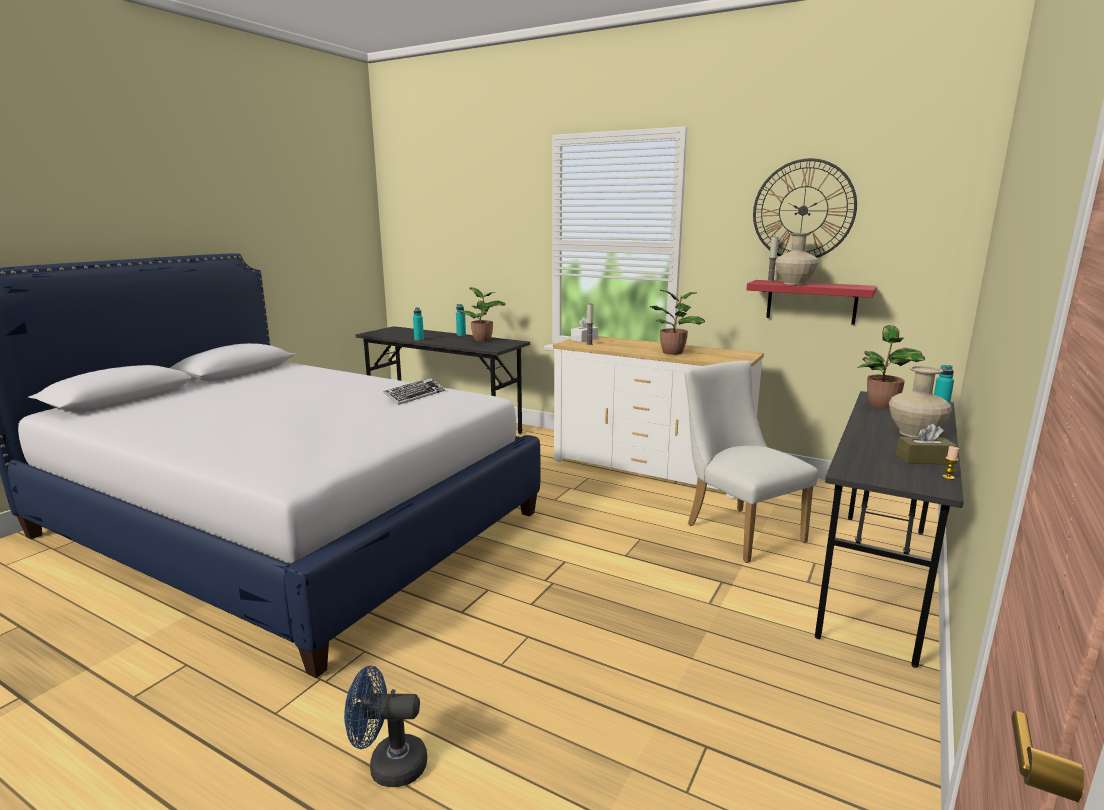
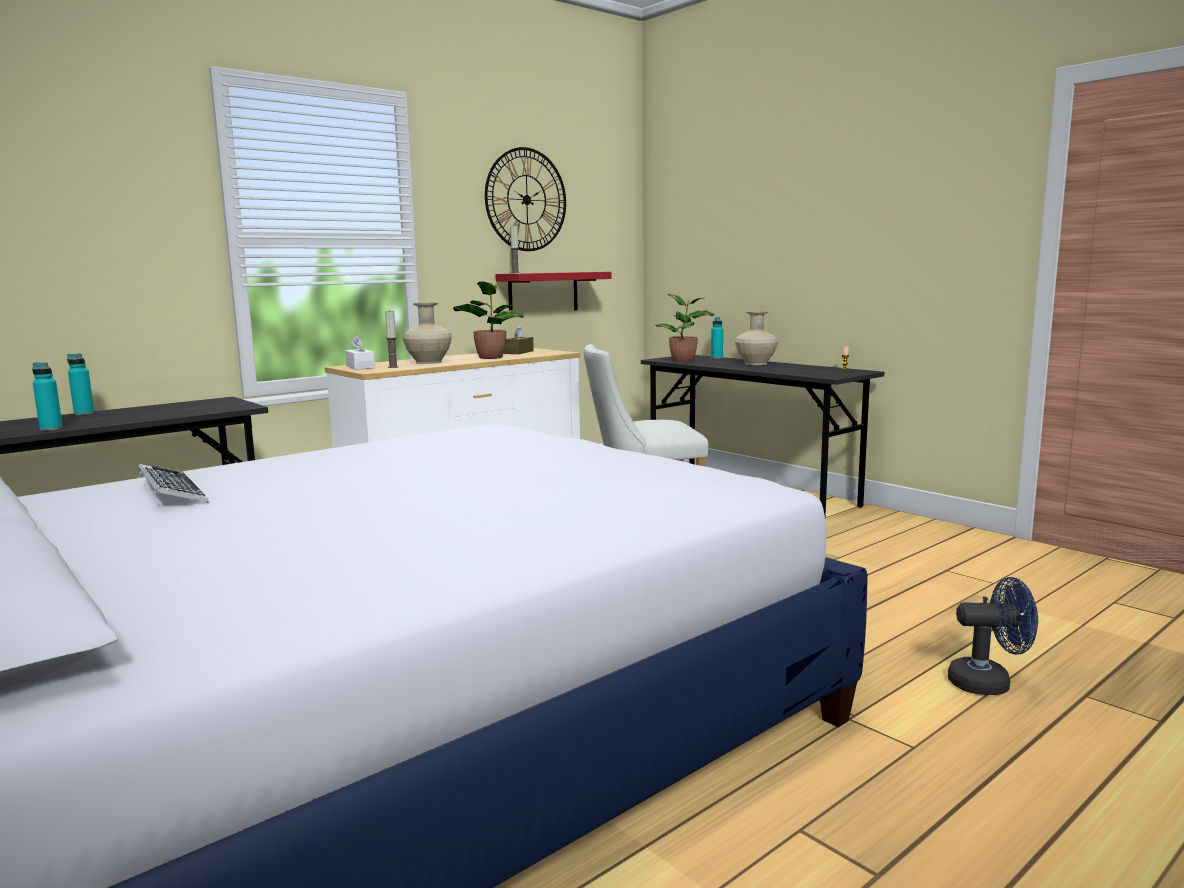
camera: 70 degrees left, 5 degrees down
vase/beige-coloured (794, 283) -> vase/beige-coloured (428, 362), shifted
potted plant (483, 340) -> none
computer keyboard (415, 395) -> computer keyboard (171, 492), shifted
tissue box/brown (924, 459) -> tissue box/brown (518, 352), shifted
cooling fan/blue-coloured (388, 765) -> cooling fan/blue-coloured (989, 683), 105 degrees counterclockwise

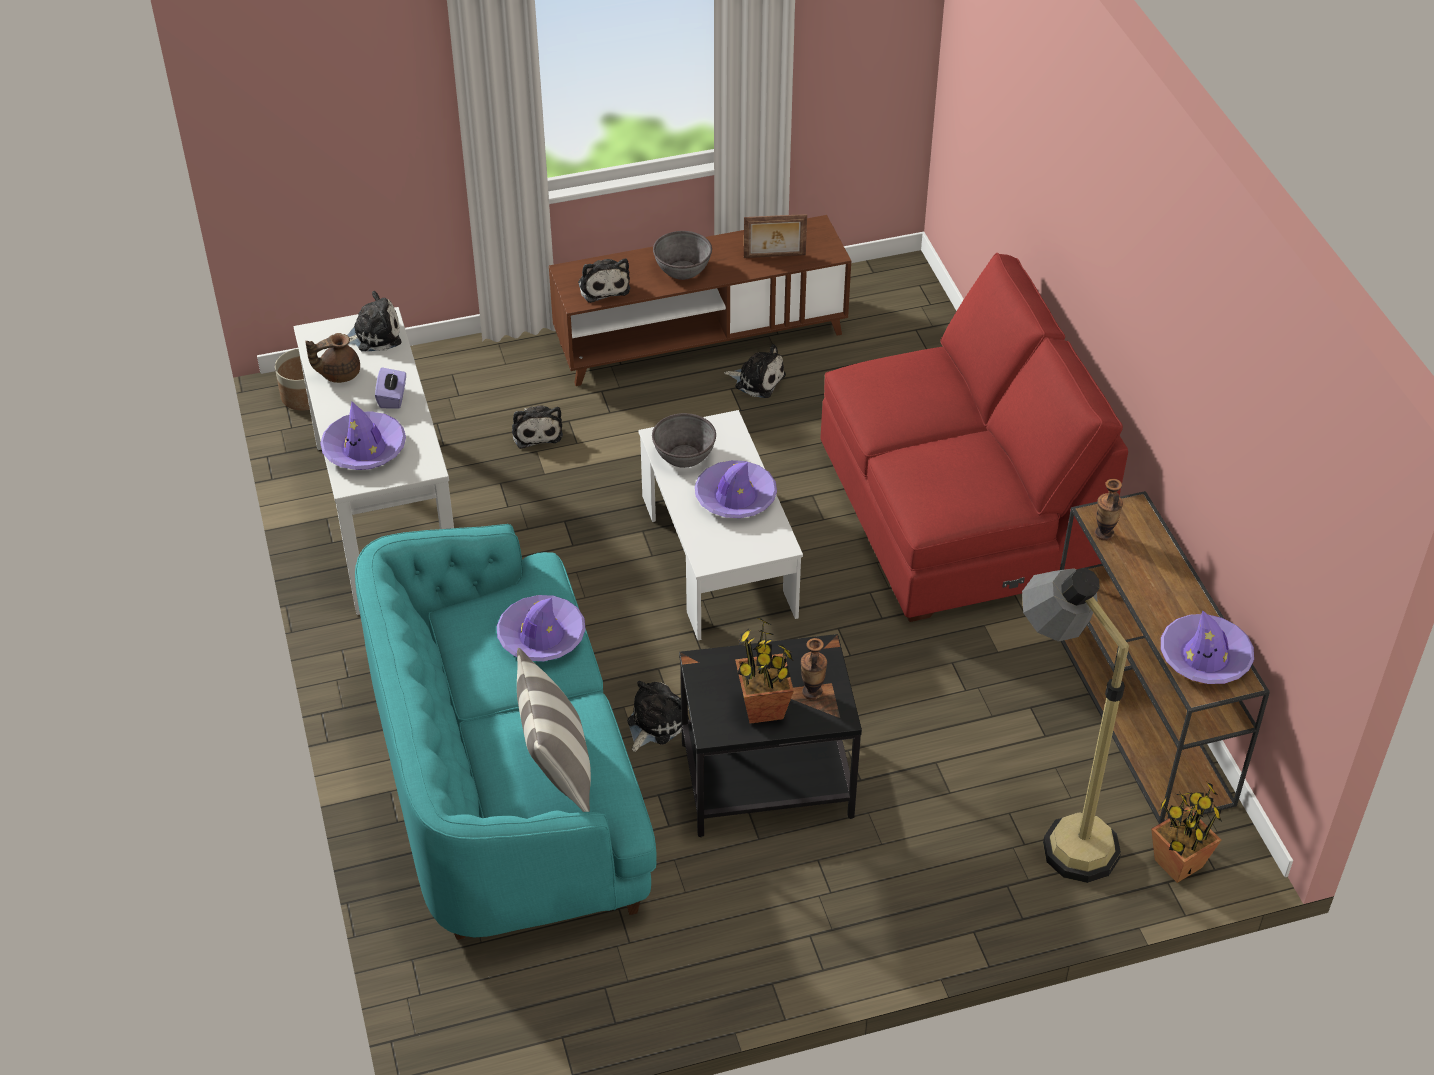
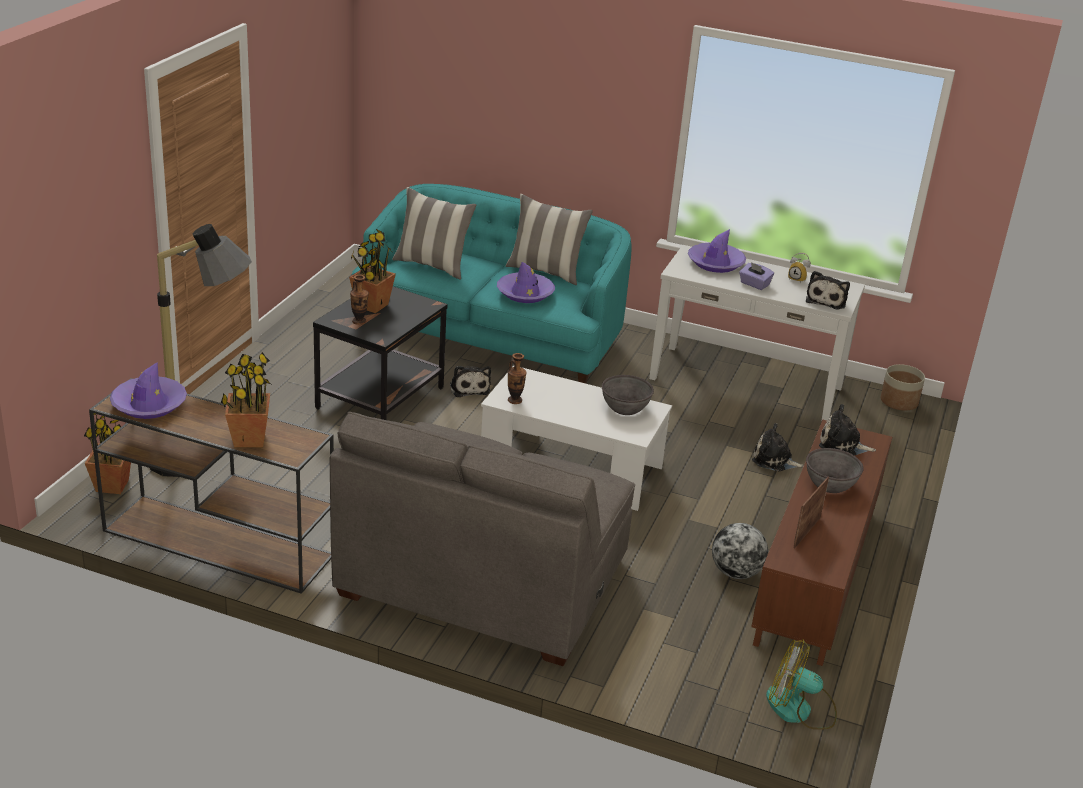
camera: 125 degrees right, 15 degrees down
couch/reddish (955, 514) -> couch/greyish (484, 578)
tea pot/brown (338, 373) -> bedside clock (798, 279)
soft toy (757, 380) -> world globe (736, 573)
clothing hat/purple-coloured (735, 497) -> none
vase (1104, 533) -> vase (515, 400), shifted
none -> throw pillow (545, 271)
none -> potted plant (249, 439)
none -> cooling fan (799, 709)

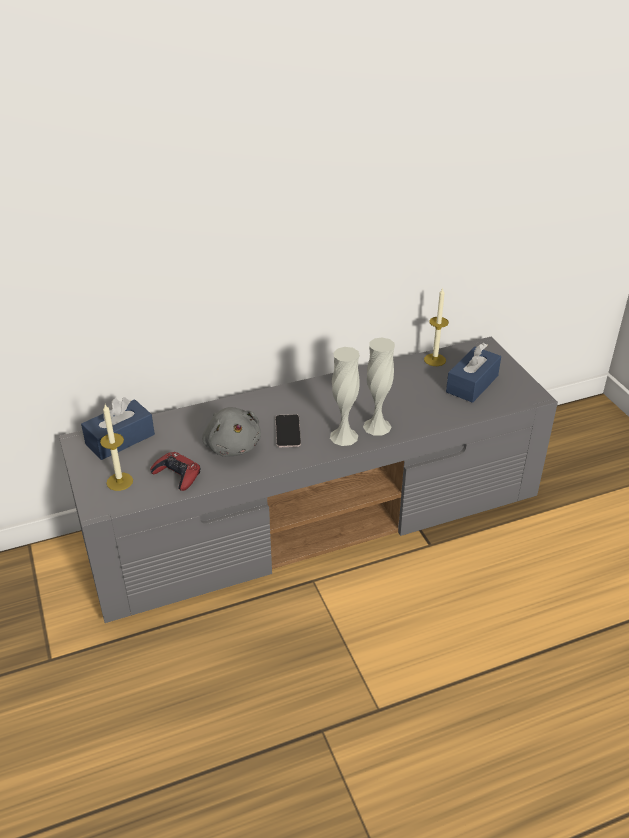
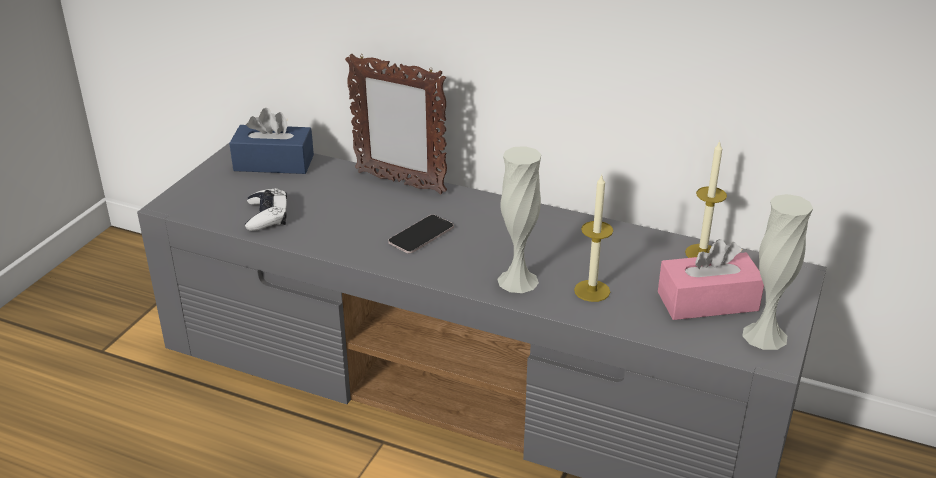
camera: 45 degrees right, 5 degrees down
tissue box/blue-coloured (472, 384) -> tissue box/pink (707, 301)
vase/whitish (344, 436) -> vase/whitish (764, 336), shifted
wax light (119, 481) -> wax light (592, 291), shifted
soft toy/greyish (232, 445) -> none
joypad/reddish (177, 475) -> joypad/whitish (267, 215)
none -> photo frame (399, 182)

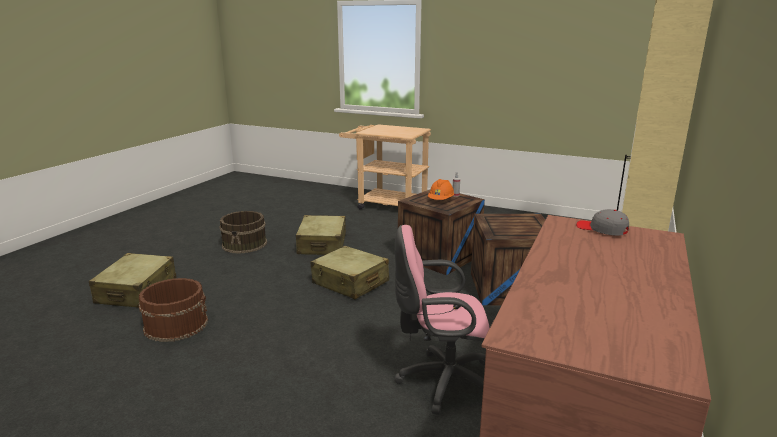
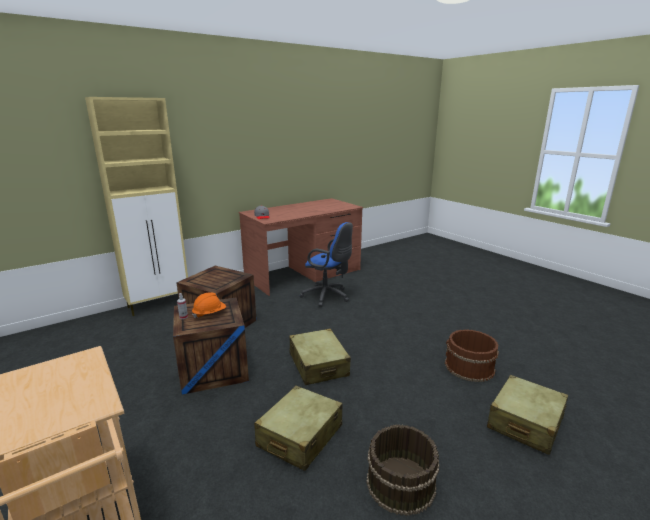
camera: 150 degrees left, 0 degrees up
office chair/pink (441, 381) -> office chair/blue-coloured (328, 296)

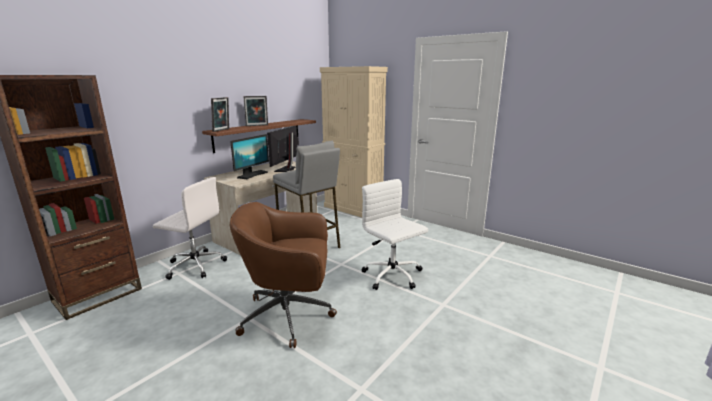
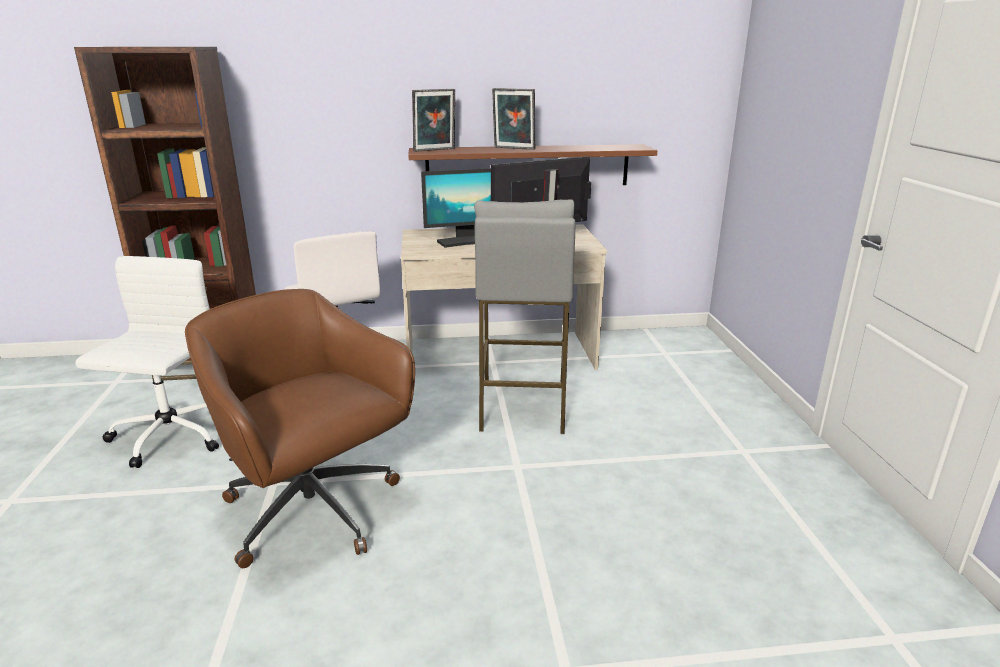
camera: 45 degrees right, 5 degrees up
cabinet/beige-coloured (353, 209) -> none
office chair/whitish (393, 276) -> office chair/whitish (169, 437), shifted

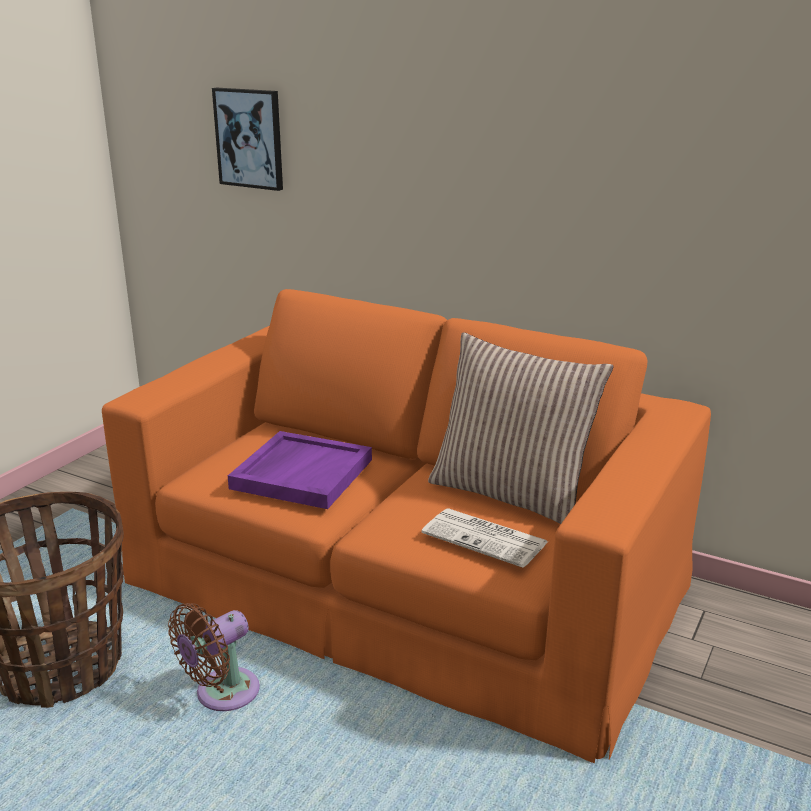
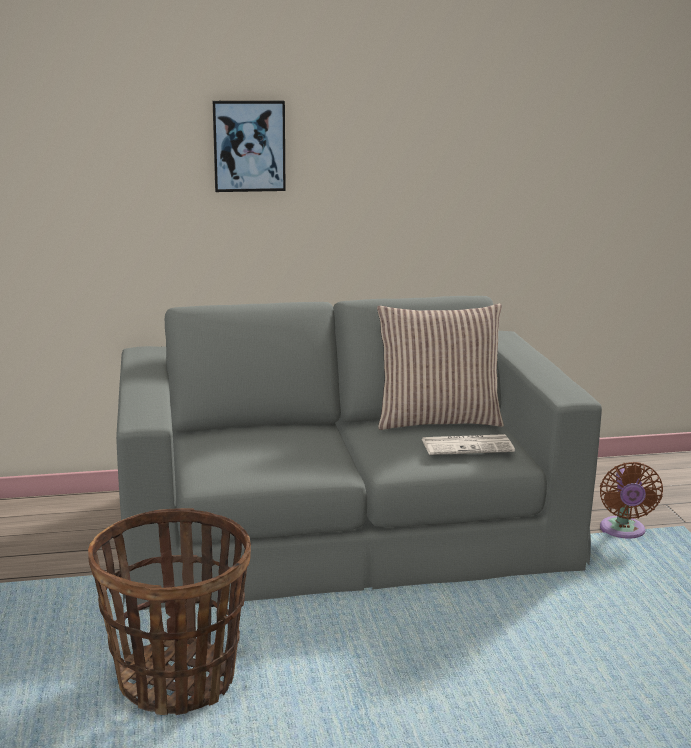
camera: 40 degrees left, 5 degrees down
picture (250, 138) -> picture (249, 146), shifted
couch/orangey (407, 581) -> couch/greyish (344, 528)
carrying tray/purple-coloured (302, 473) -> none
cooling fan/brown (221, 694) -> cooling fan/brown (623, 531), shifted

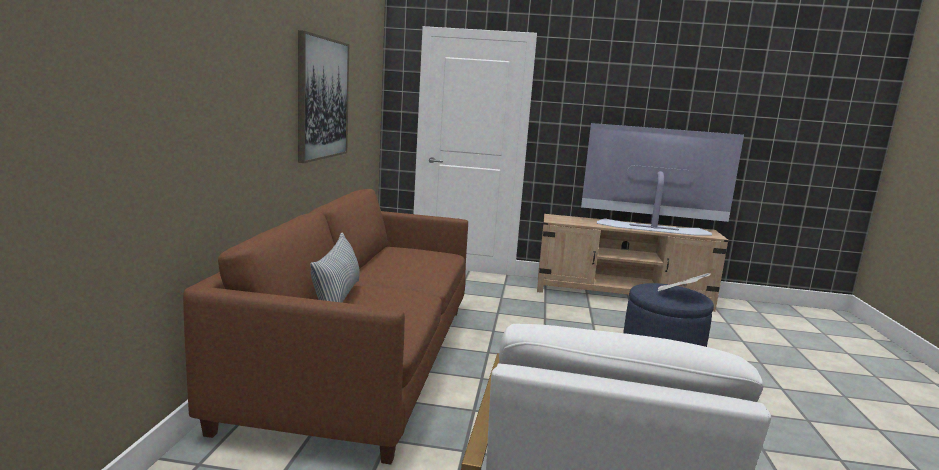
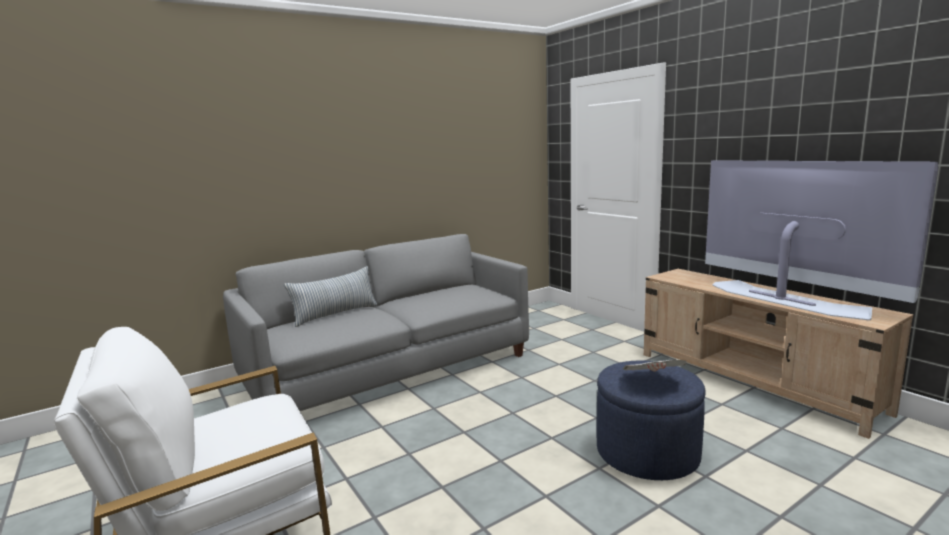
camera: 50 degrees right, 0 degrees up
picture (322, 98) -> none
couch/brown (361, 359) -> couch/greyish (390, 369)

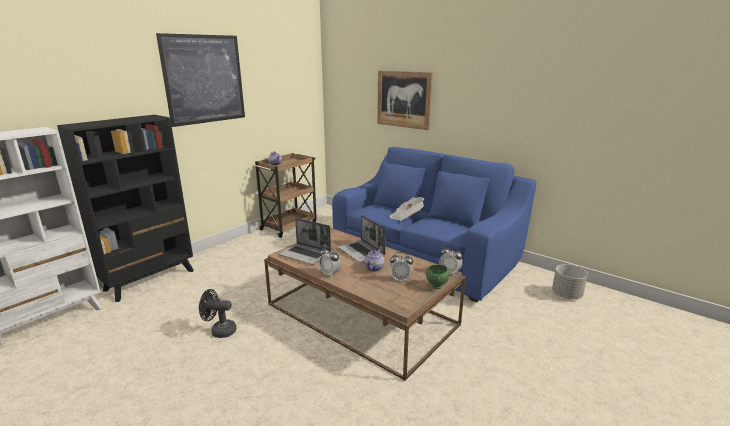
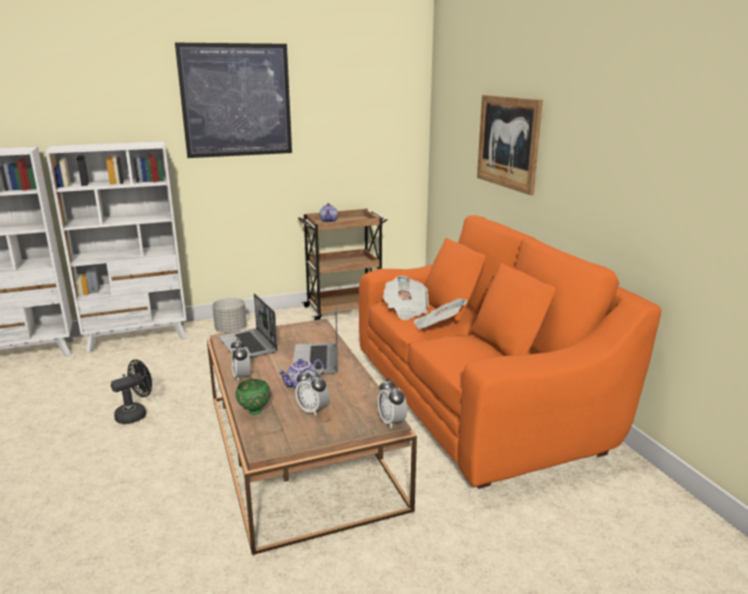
camera: 30 degrees right, 0 degrees up
shelving unit/black-coloured (151, 280) -> shelving unit/whitish (138, 338)
couch/blue-coloured (425, 258) -> couch/orangey (476, 399)
flower pot/greyish (566, 295) -> flower pot/greyish (231, 330), shifted
deep dish/greenish (436, 287) -> deep dish/greenish (254, 411), shifted
cooling fan/black-coloured (219, 331) -> cooling fan/black-coloured (136, 414), 105 degrees clockwise
none -> newspaper (406, 310)

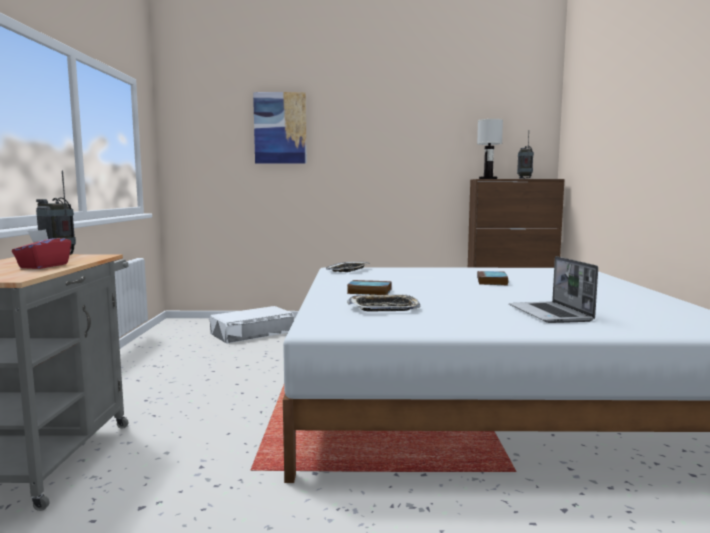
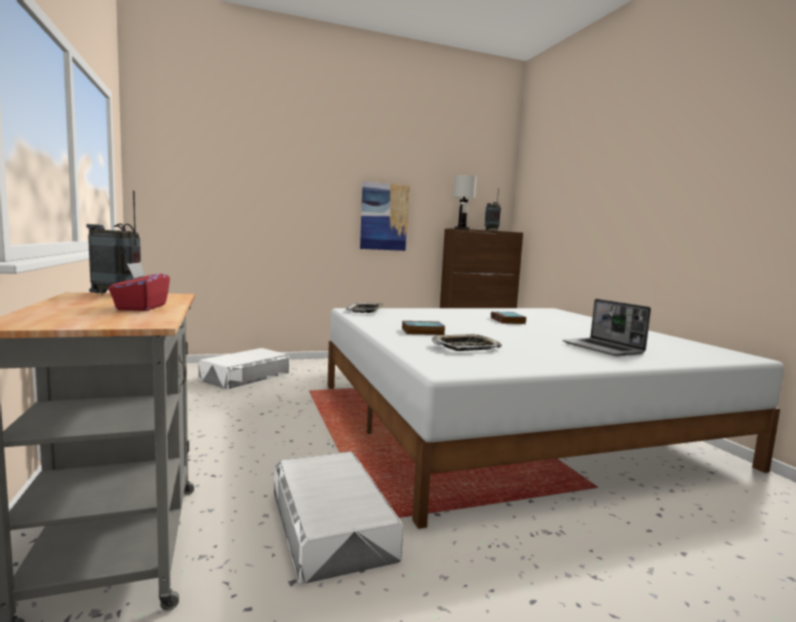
camera: 20 degrees left, 0 degrees up
picture (280, 128) -> picture (384, 217), shifted
none -> storage box/whitish (331, 525)

